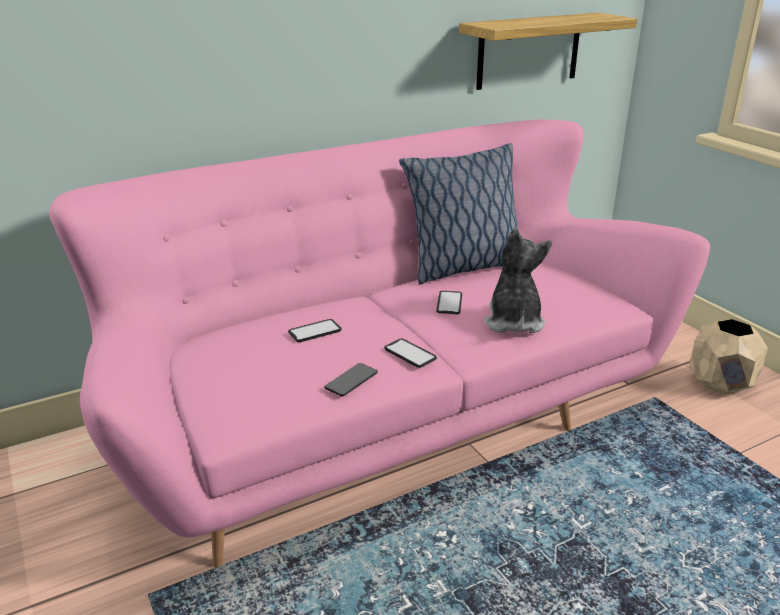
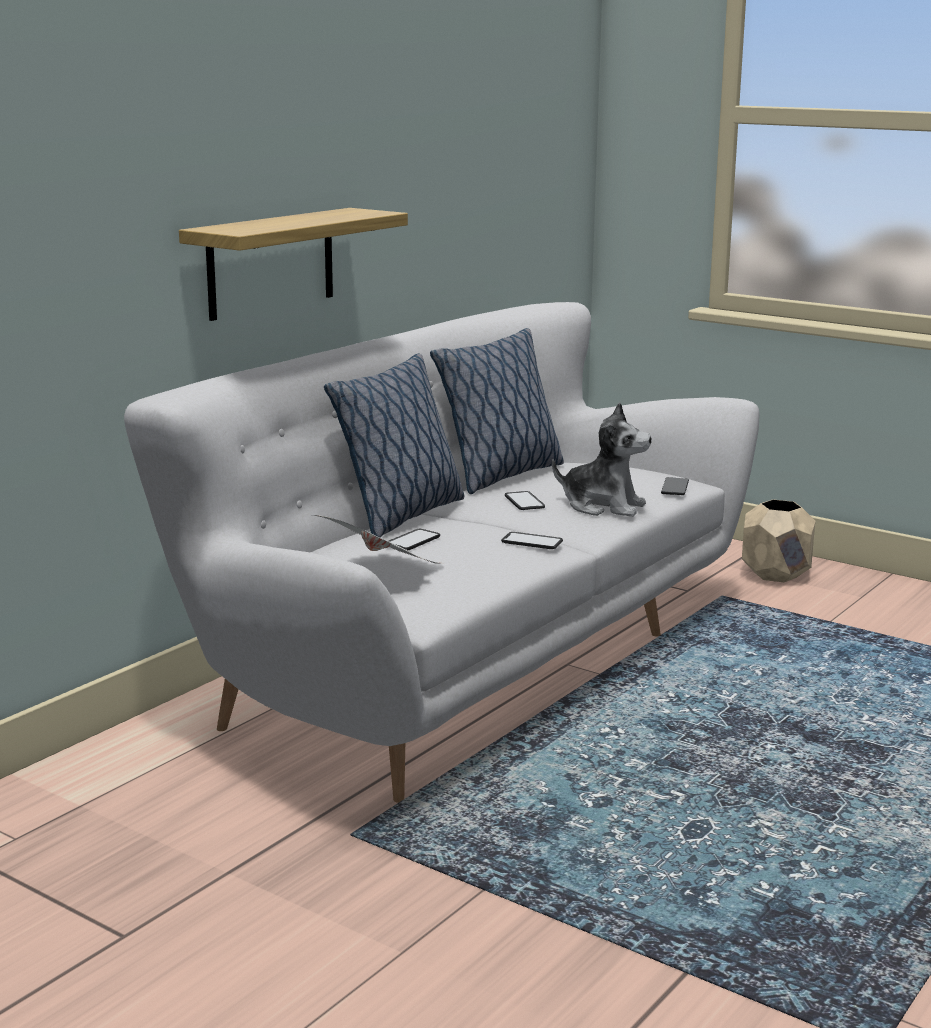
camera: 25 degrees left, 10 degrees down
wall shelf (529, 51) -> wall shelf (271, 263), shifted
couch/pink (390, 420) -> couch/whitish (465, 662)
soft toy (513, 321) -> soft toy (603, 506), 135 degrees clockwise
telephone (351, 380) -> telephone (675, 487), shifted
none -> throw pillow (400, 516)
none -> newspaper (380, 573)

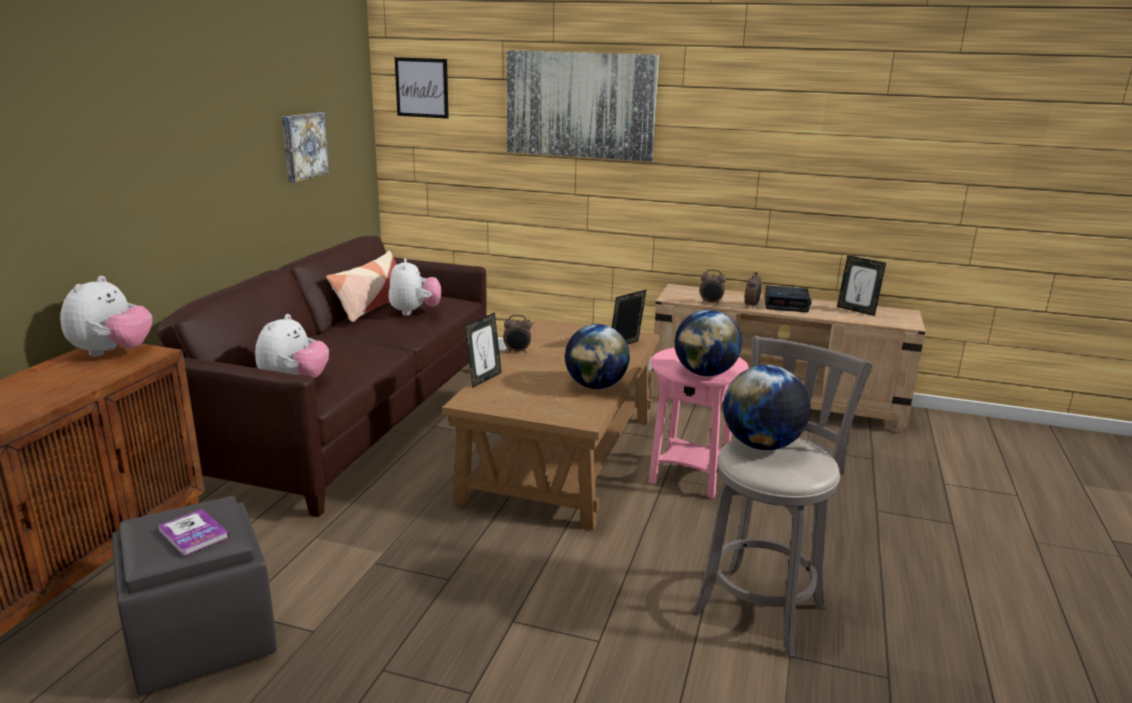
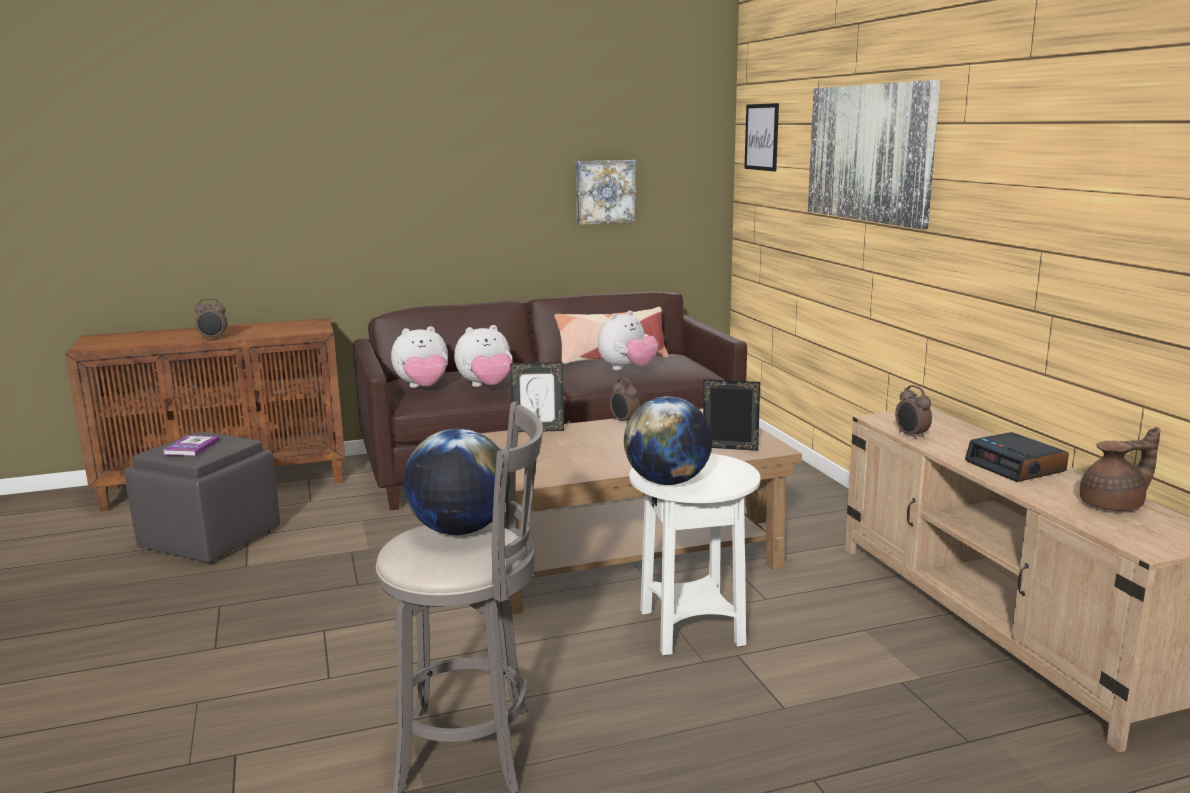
camera: 55 degrees right, 5 degrees down
photo frame (857, 310) -> tea pot/brown (1114, 506)
bedside clock (751, 306) -> bedside clock (213, 338), shifted
soft toy (112, 352) -> soft toy (486, 386), shifted
world globe (596, 386) -> none
end table/pink (689, 477) -> end table/whitish (692, 629)

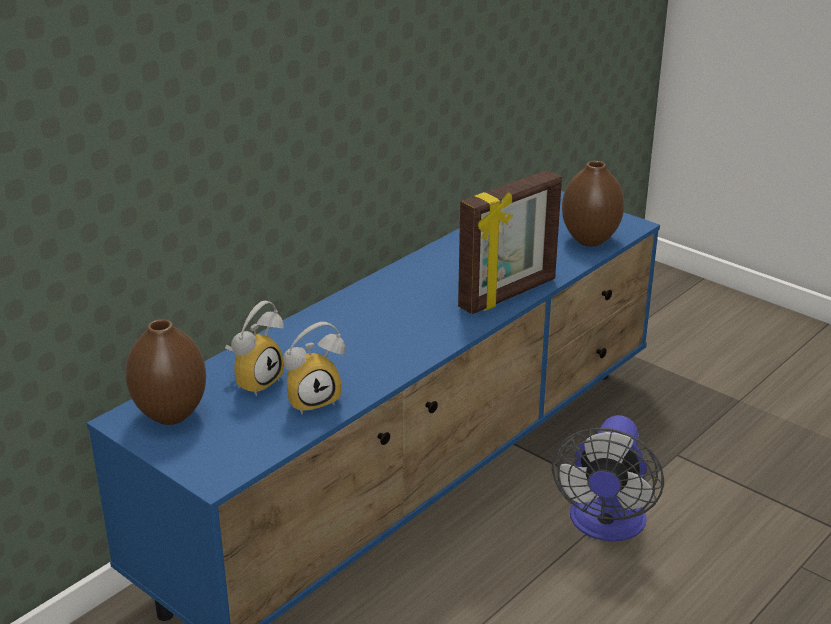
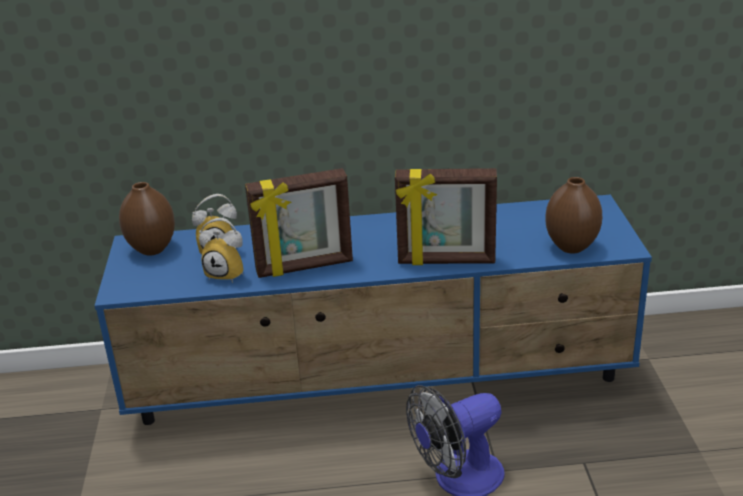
camera: 45 degrees right, 0 degrees up
none -> photo frame (304, 267)

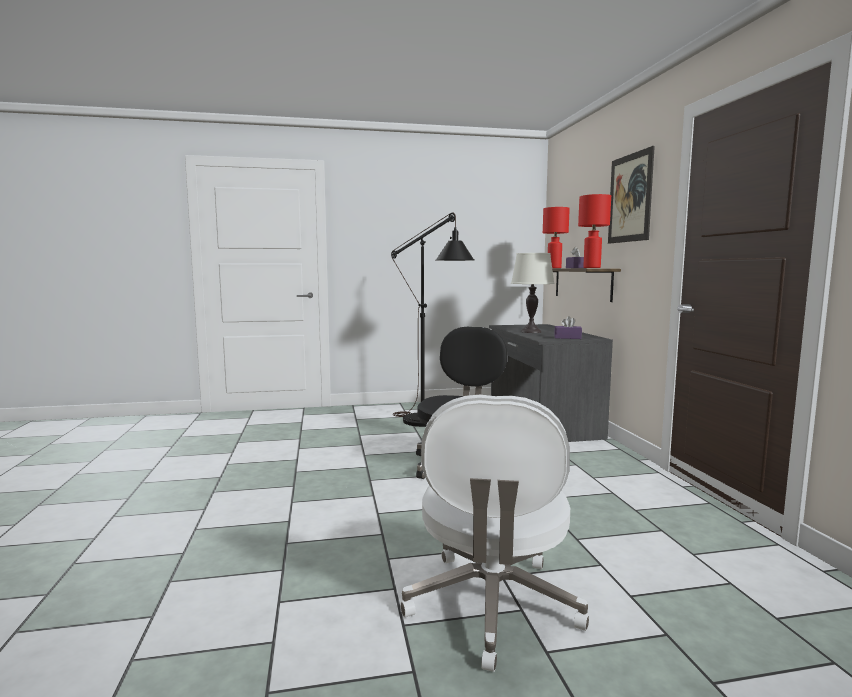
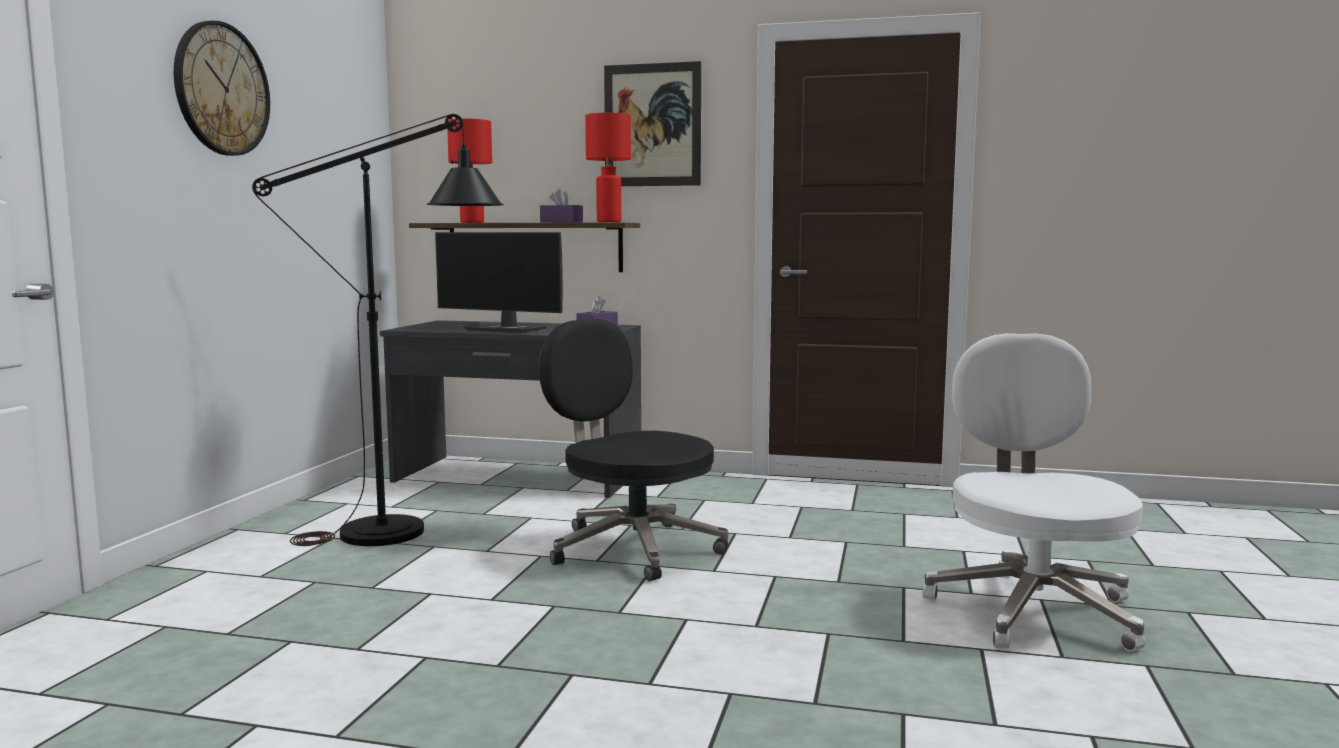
camera: 65 degrees left, 0 degrees up
table lamp/whitish (531, 331) -> computer display (507, 329)
office chair/whitish (492, 606) -> office chair/whitish (1032, 609), 120 degrees counterclockwise
none -> hanging clock (221, 89)

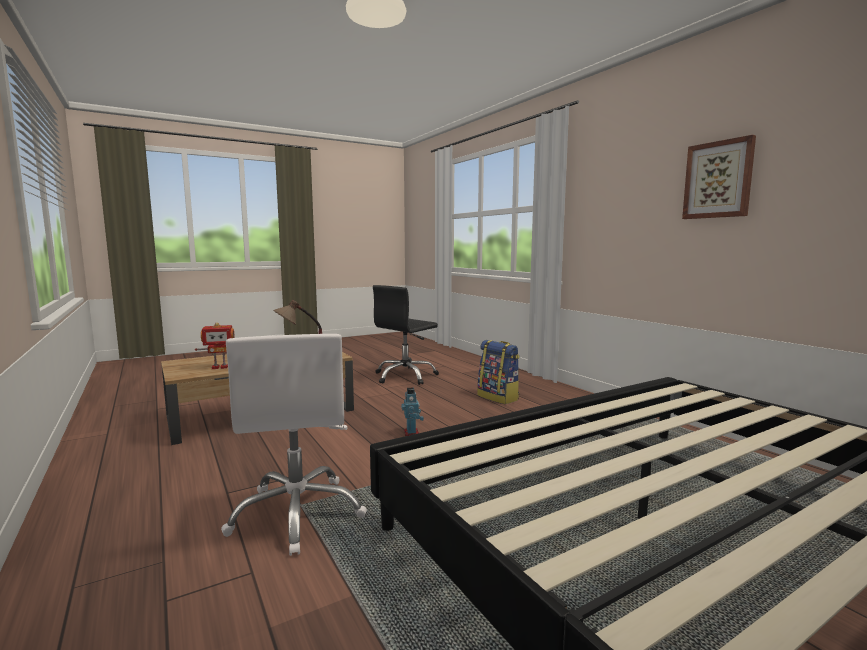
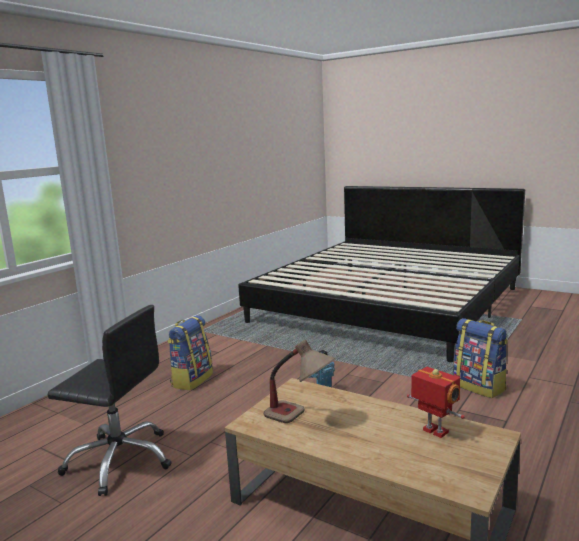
camera: 115 degrees left, 5 degrees up
picture (718, 180) -> none
office chair/whitish (298, 513) -> backpack (479, 387)

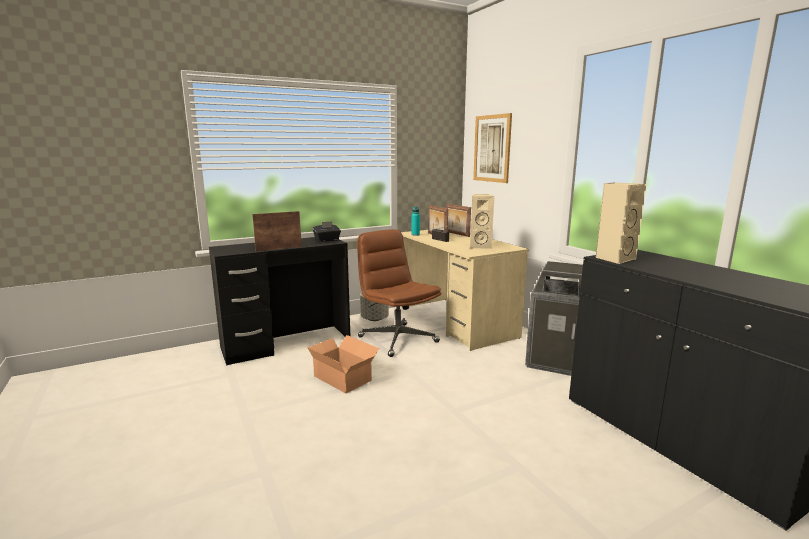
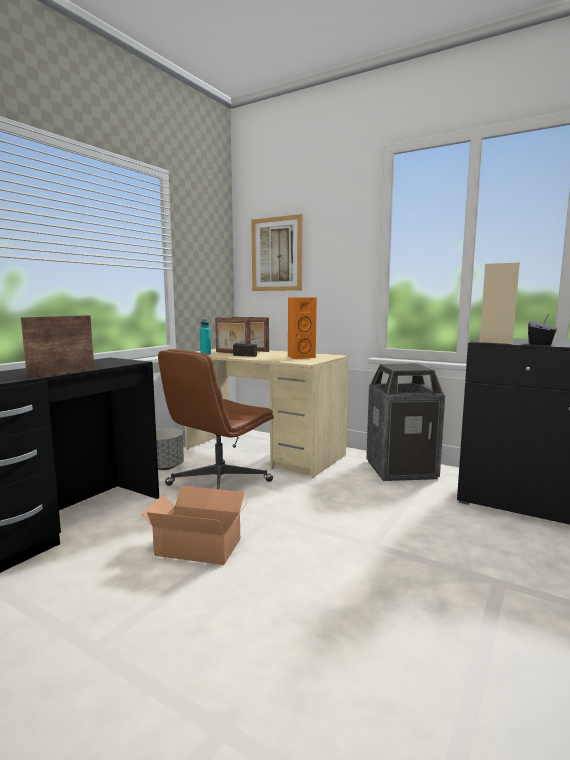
camera: 30 degrees left, 5 degrees down
loudspeaker/beige-coloured (480, 246) -> loudspeaker/orangey (300, 357)
tissue box/black-coloured (327, 240) -> tissue box/black-coloured (541, 343), shifted
office chair/brown (397, 339) -> office chair/brown (218, 484), 75 degrees counterclockwise

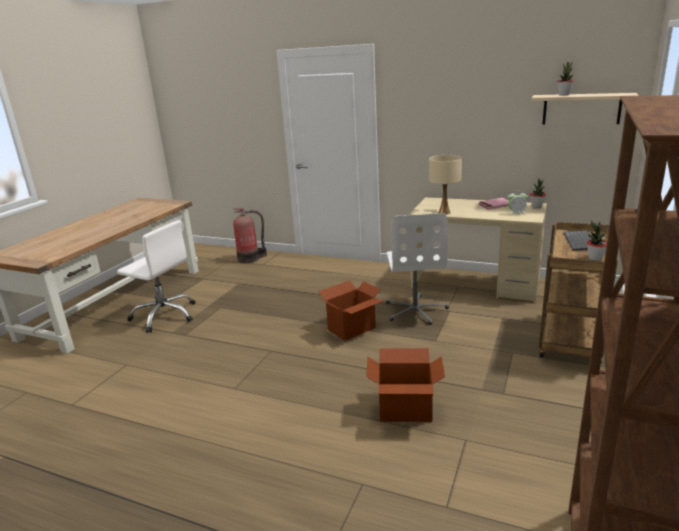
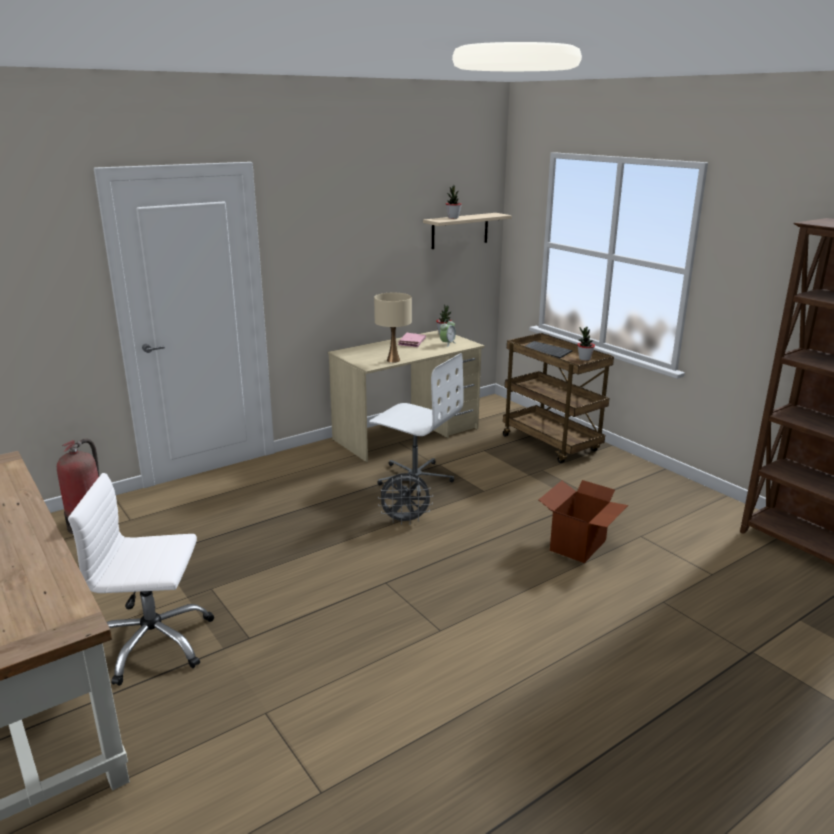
camera: 60 degrees left, 0 degrees up
office chair/whitish (165, 315) -> office chair/whitish (153, 643), 150 degrees counterclockwise
carton (352, 329) -> cooling fan/greyish (405, 520)

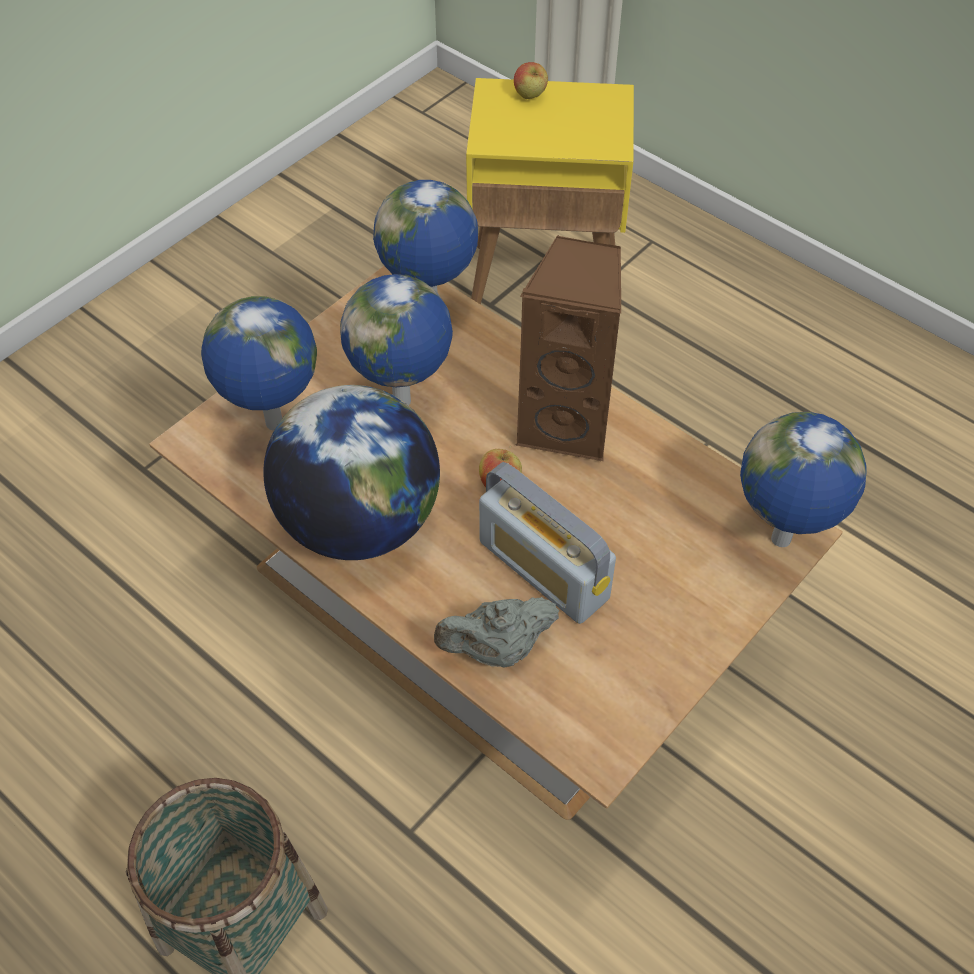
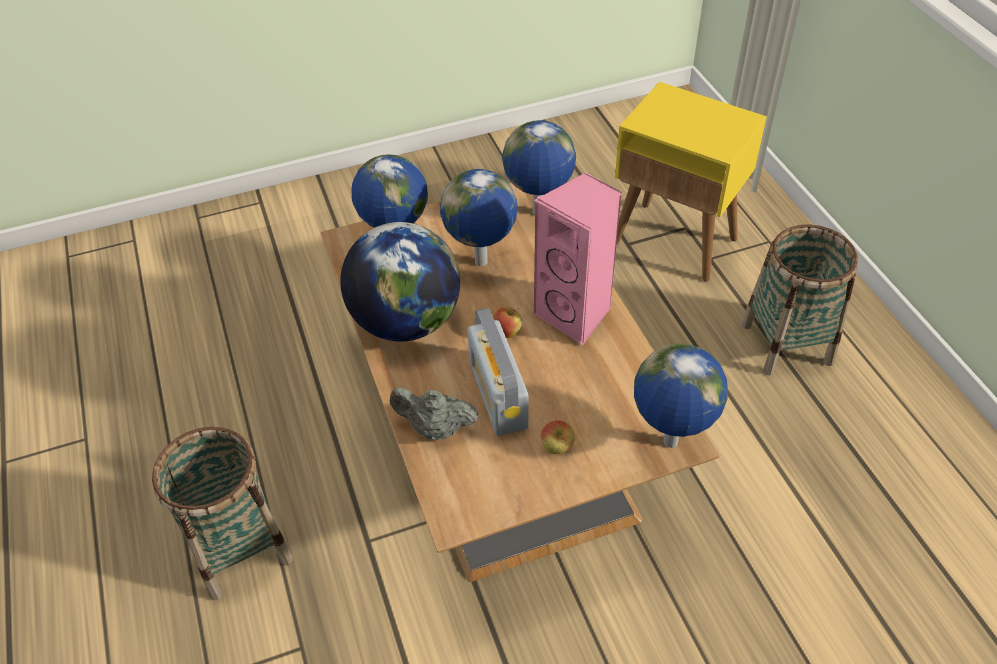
camera: 30 degrees right, 5 degrees down
apple fruit (530, 96) -> apple fruit (557, 448), shifted
loudspeaker/brown (568, 425) -> loudspeaker/pink (576, 314)
none -> basket (787, 343)

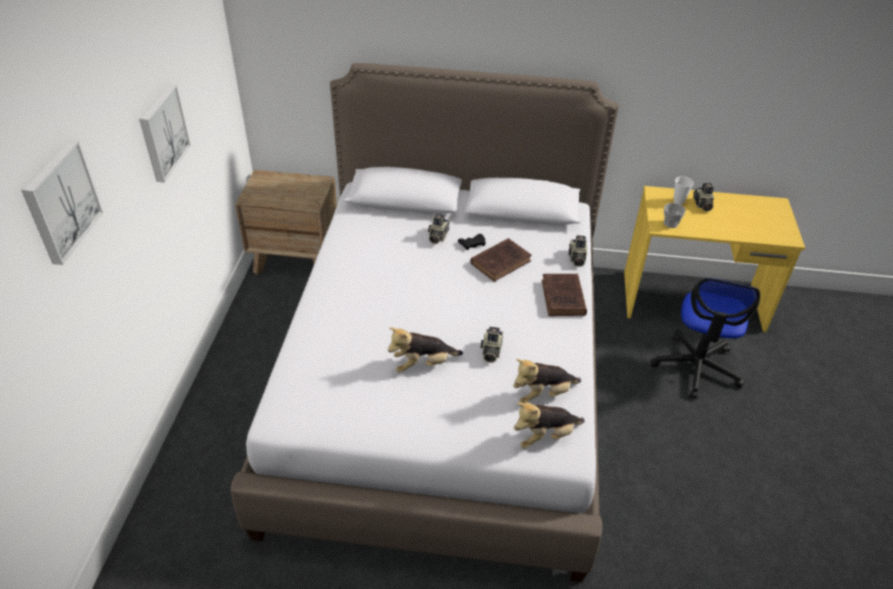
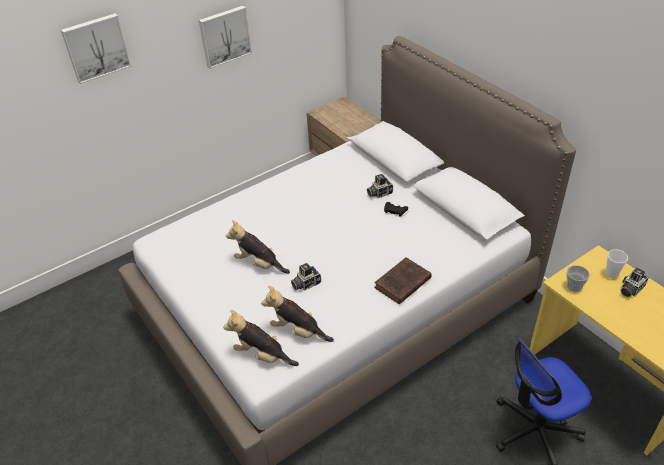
camera: 50 degrees right, 0 degrees up
still camera (576, 258) -> none
book/brown (502, 262) -> none

